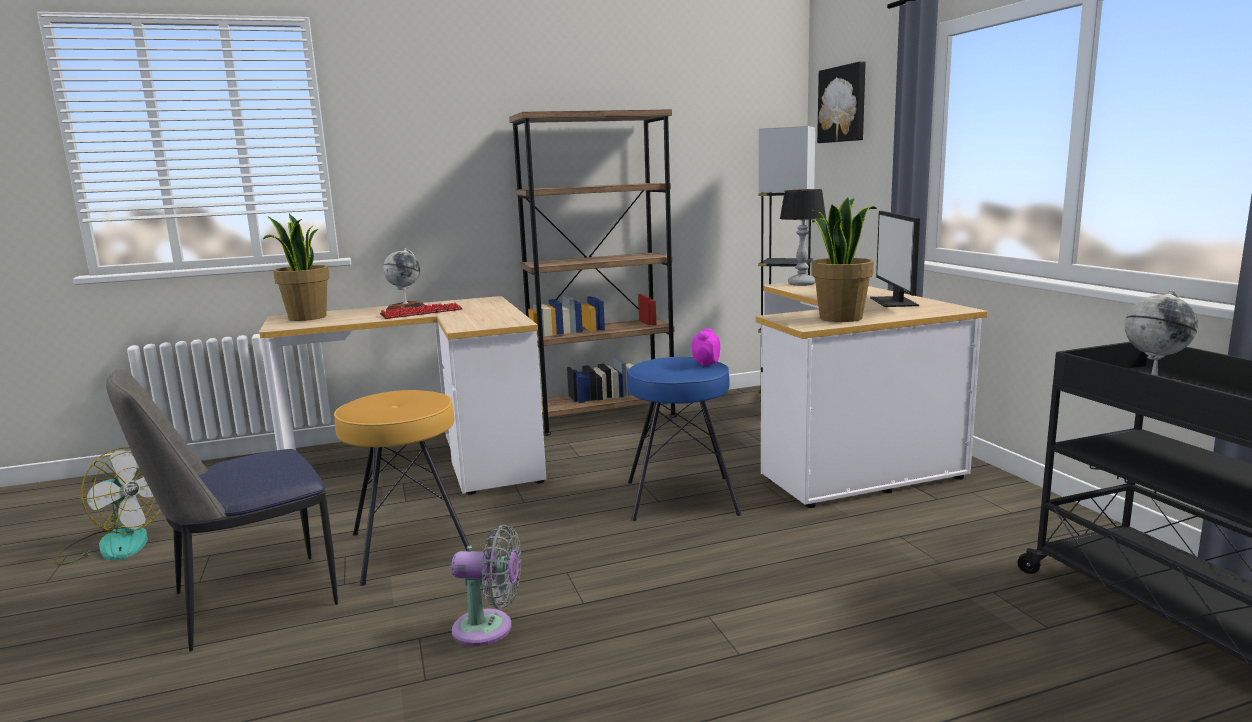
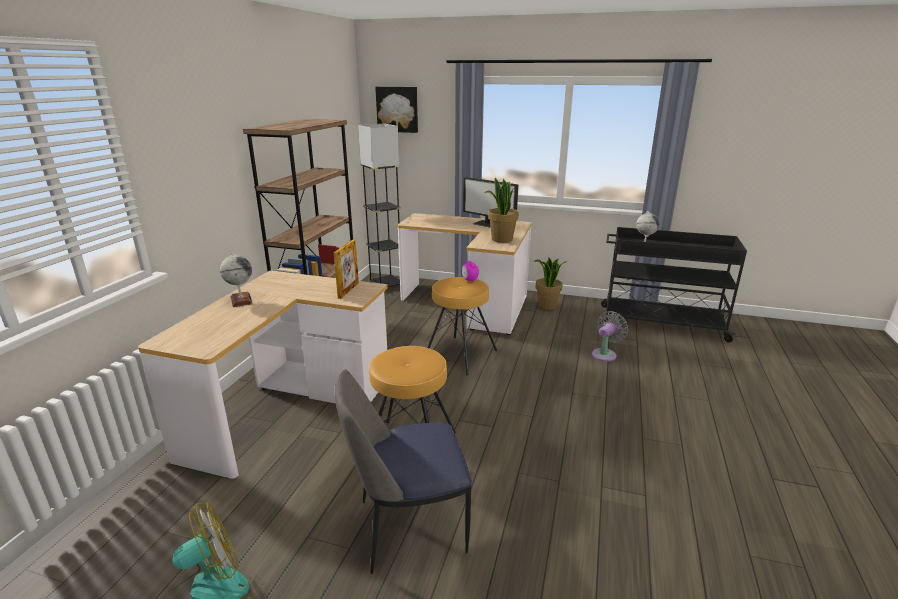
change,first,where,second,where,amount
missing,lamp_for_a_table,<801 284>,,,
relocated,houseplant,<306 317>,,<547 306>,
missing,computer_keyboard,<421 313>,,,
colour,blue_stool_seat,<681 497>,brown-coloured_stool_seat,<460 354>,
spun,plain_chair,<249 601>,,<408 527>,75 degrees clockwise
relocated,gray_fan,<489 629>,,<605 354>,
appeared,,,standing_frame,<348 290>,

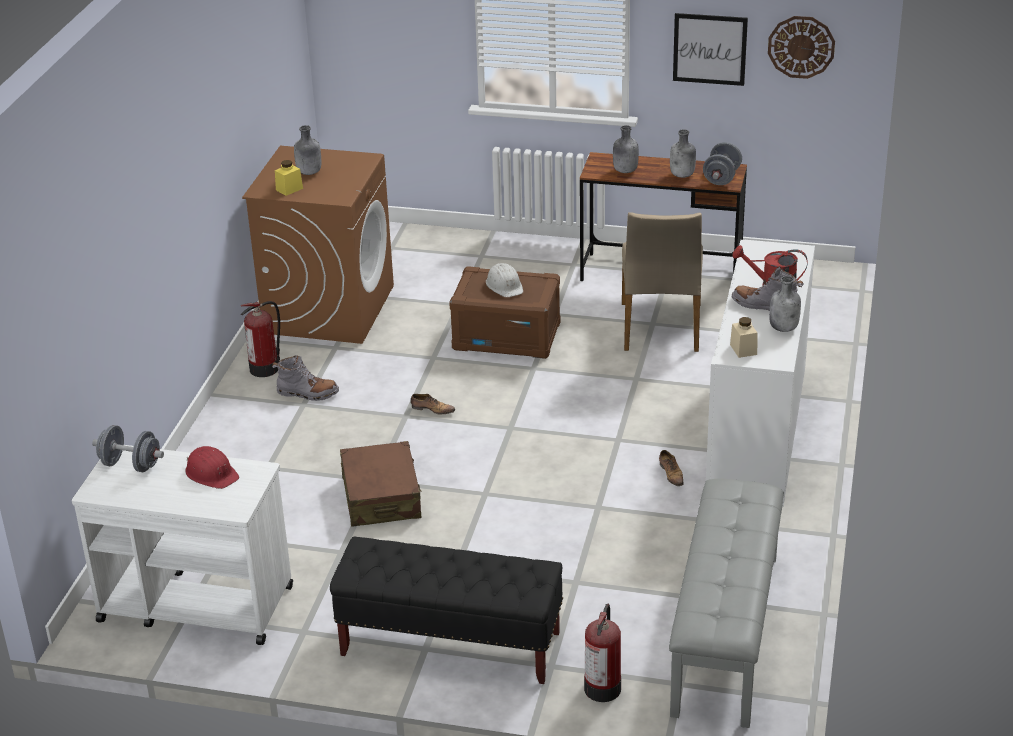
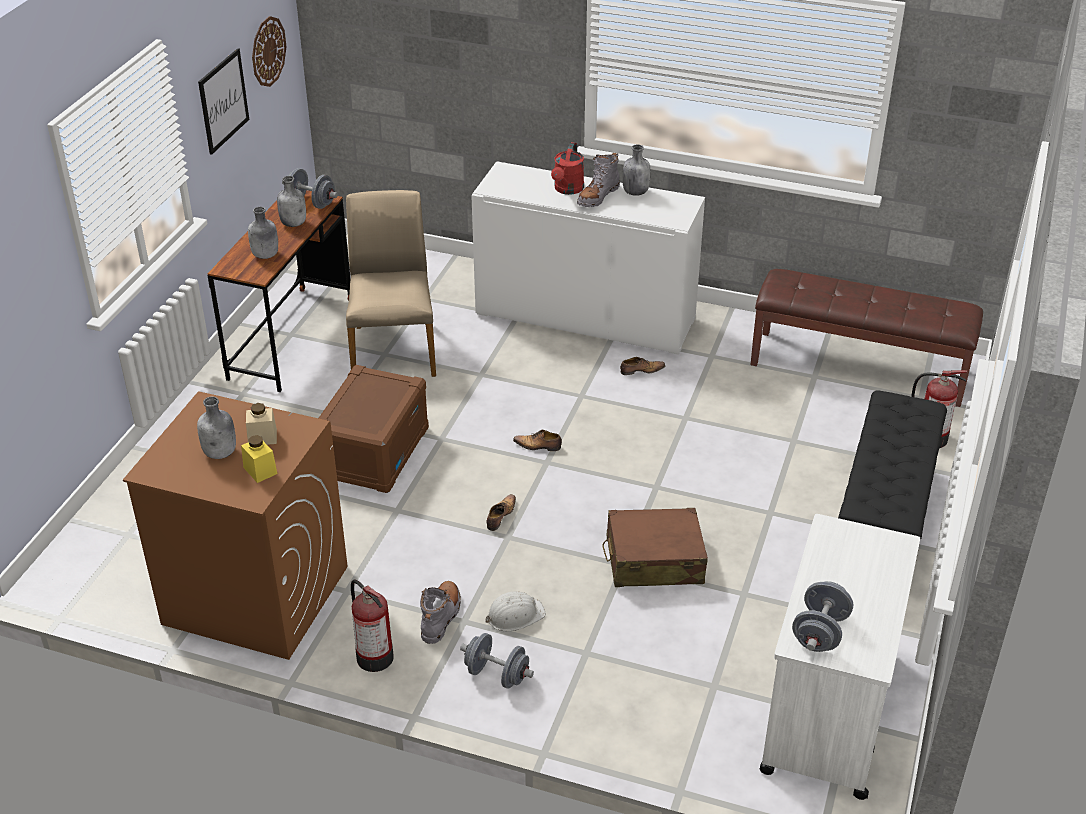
change,first,where,second,where,amount
spun,beige-coloured_plain_chair,<661 327>,,<393 349>,105 degrees counterclockwise
relocated,white-coloured_work_helmet,<504 285>,,<515 615>,
relocated,beige-coloured_preserve_jar,<743 349>,,<262 438>,
missing,reddish_work_helmet,<211 473>,,,
colour,gray_bench,<727 634>,brown-coloured_bench,<859 367>,
appeared,,,item_of_footwear,<538 446>,
appeared,,,gray_free_weight,<497 674>,

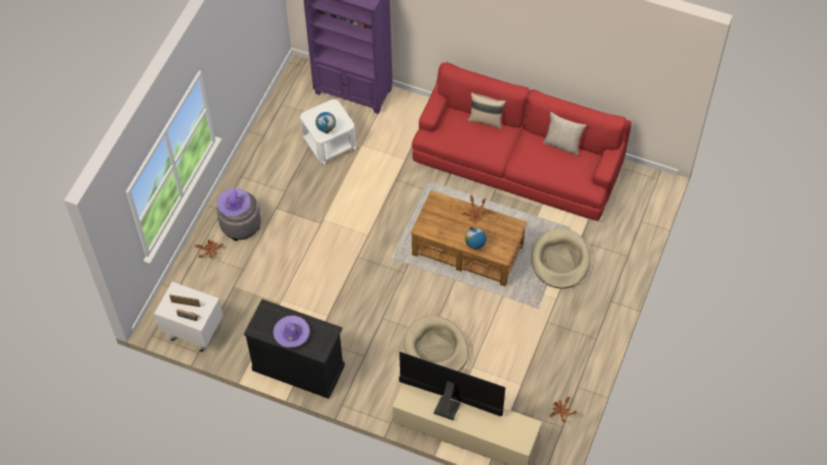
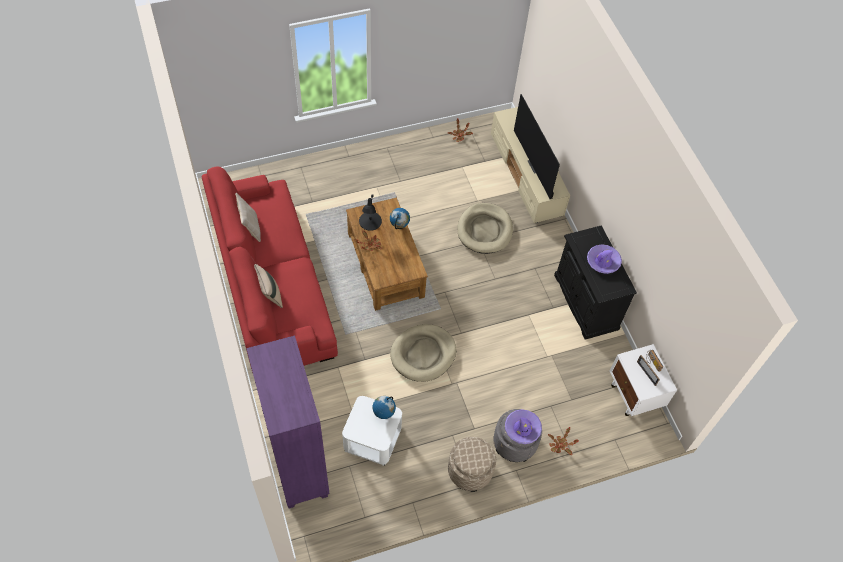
change,first,where,second,where,amount
relocated,beige-coloured_dog_bed,<560 260>,,<423 354>,
appeared,,,black-coloured_lamp_for_a_table,<370 221>,
appeared,,,beige-coloured_pouffe,<469 471>,

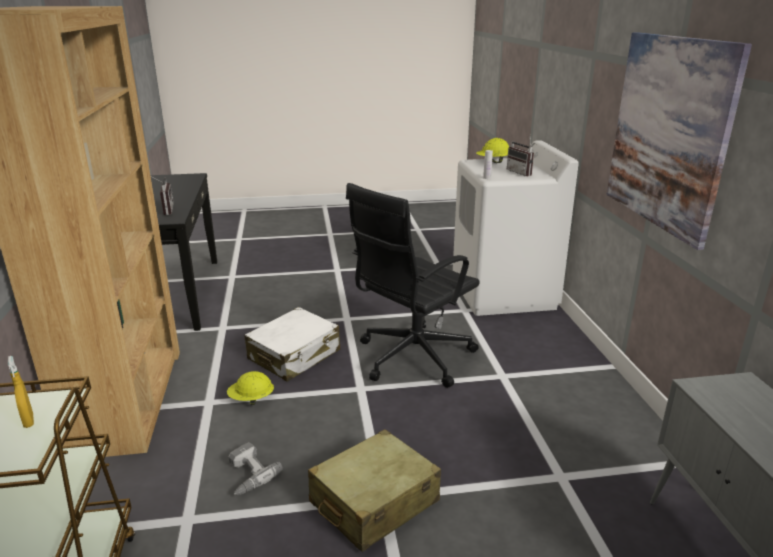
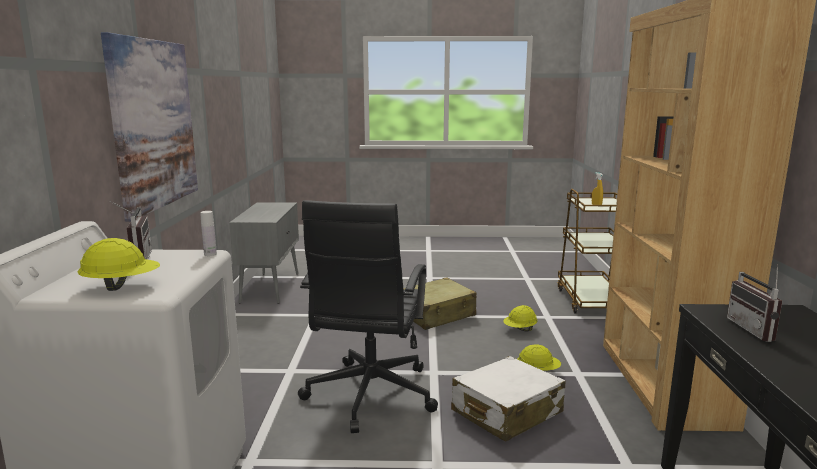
change,first,where,second,where,amount
spun,black-coloured_computer_chair,<412 357>,,<369 396>,135 degrees clockwise
exchanged,electric_drill,<247 475>,yellow_work_helmet,<520 330>,

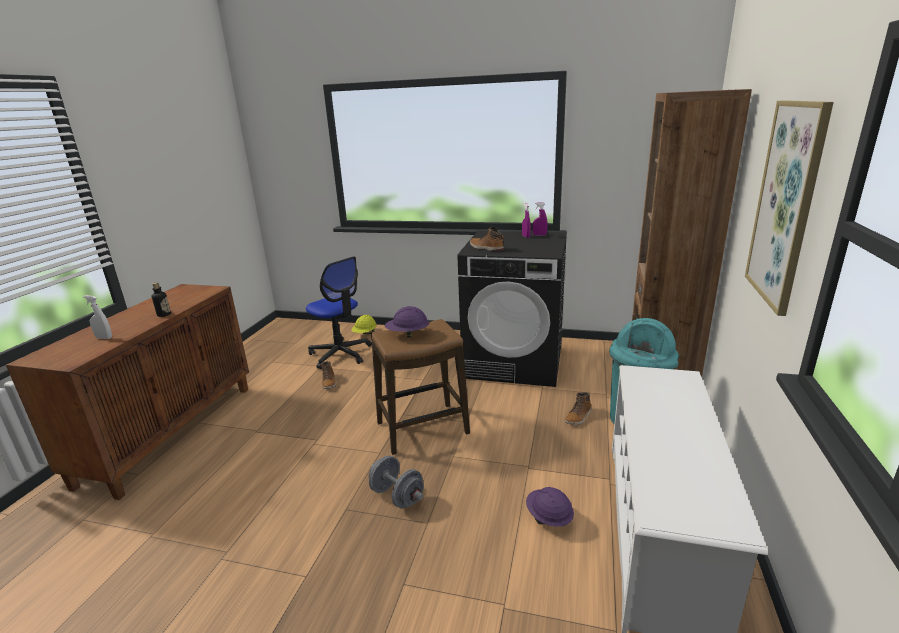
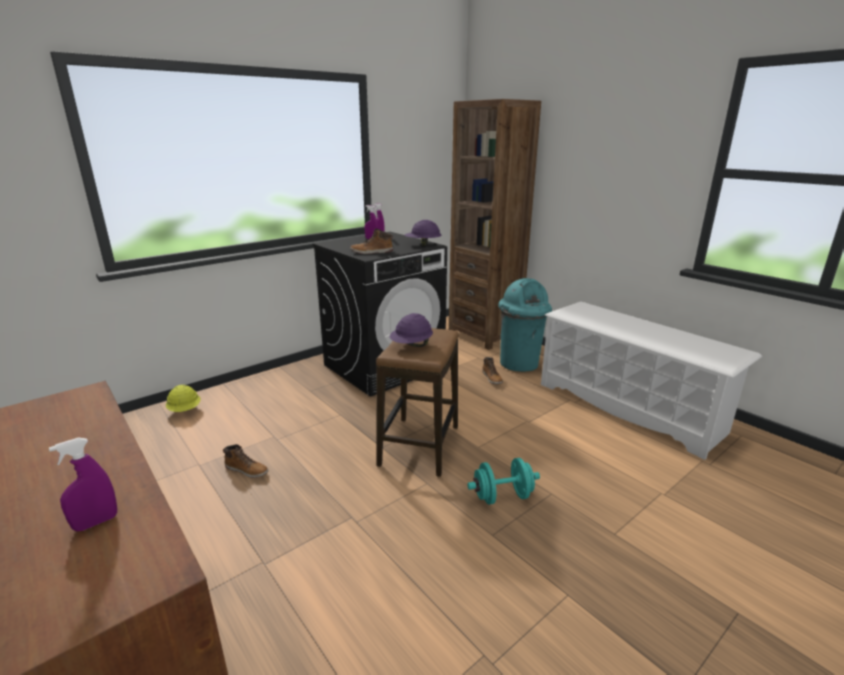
change,first,where,second,where,amount
missing,picture,<786 204>,,,
missing,computer_chair,<340 354>,,,
missing,bottle,<164 314>,,,
colour,white-coloured_sprayer,<104 338>,purple_sprayer,<96 522>,
colour,gray_free_weight,<397 496>,blue-green_free_weight,<502 496>,
relocated,purple_work_helmet,<548 518>,,<422 244>,

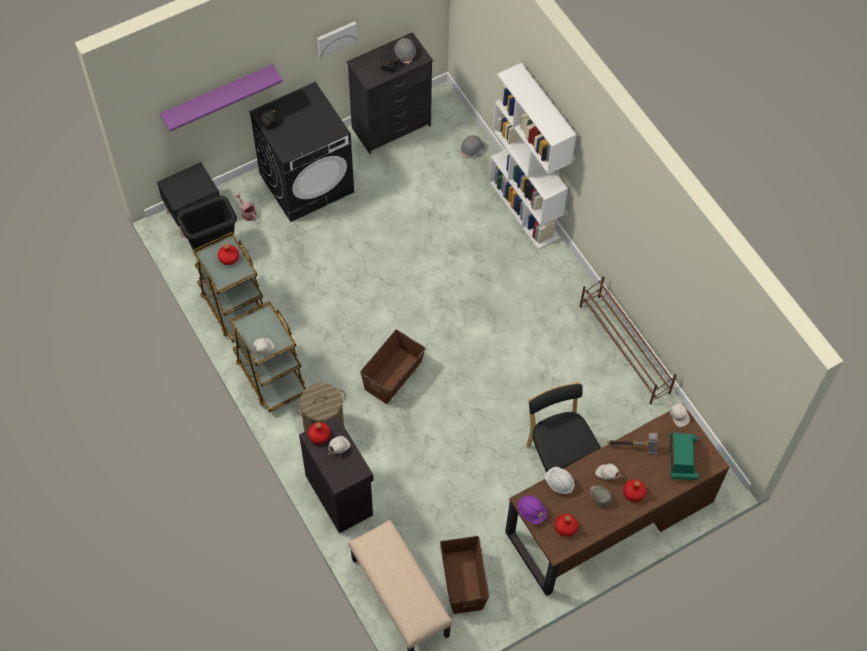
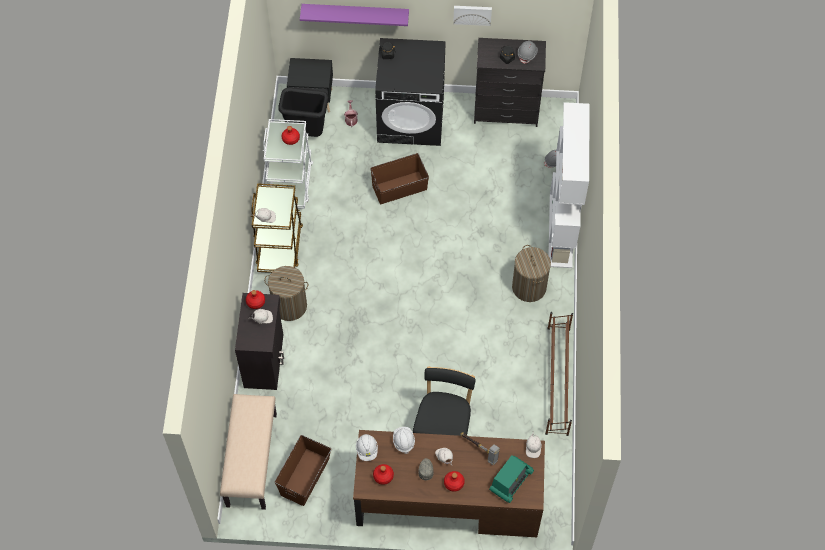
change,first,where,second,where,amount
colour,brown-coloured_trolley,<234 308>,white-coloured_trolley,<290 183>,
relocated,brown-coloured_storage_container,<392 375>,,<399 187>,
colour,purple_work_helmet,<531 512>,white-coloured_work_helmet,<367 449>,
appeared,,,laundry_basket,<529 287>,

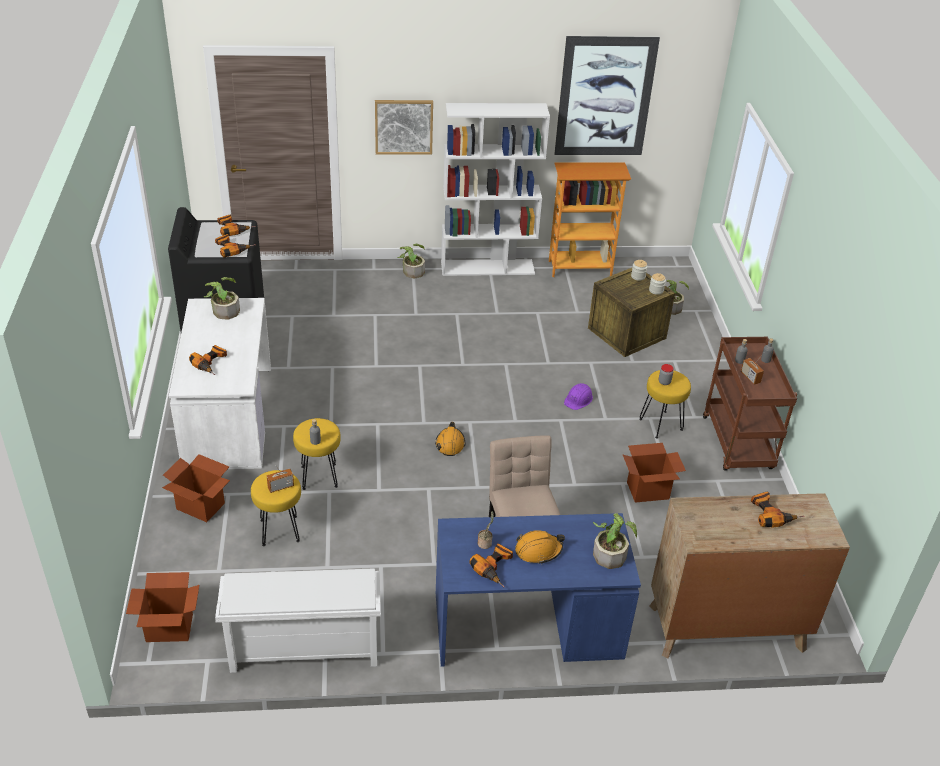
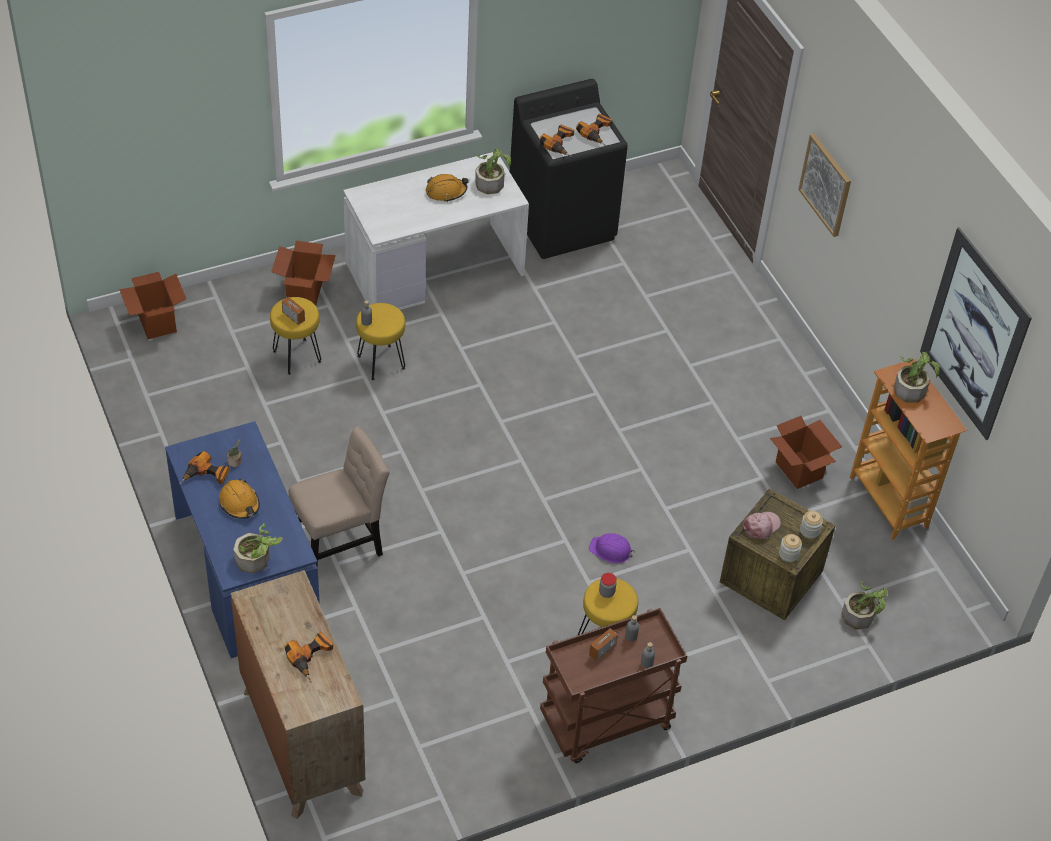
change,first,where,second,where,amount
missing,white-coloured_bookcase,<488 267>,,,
relocated,houseplant,<412 270>,,<912 388>,
missing,electric_drill,<212 363>,,,
relocated,orange-coloured_work_helmet,<450 444>,,<446 191>,
relocated,carton,<648 490>,,<799 470>,
missing,white-coloured_shoe_shelf,<303 650>,,,
appeared,,,pink-coloured_peaked_cap,<761 526>,

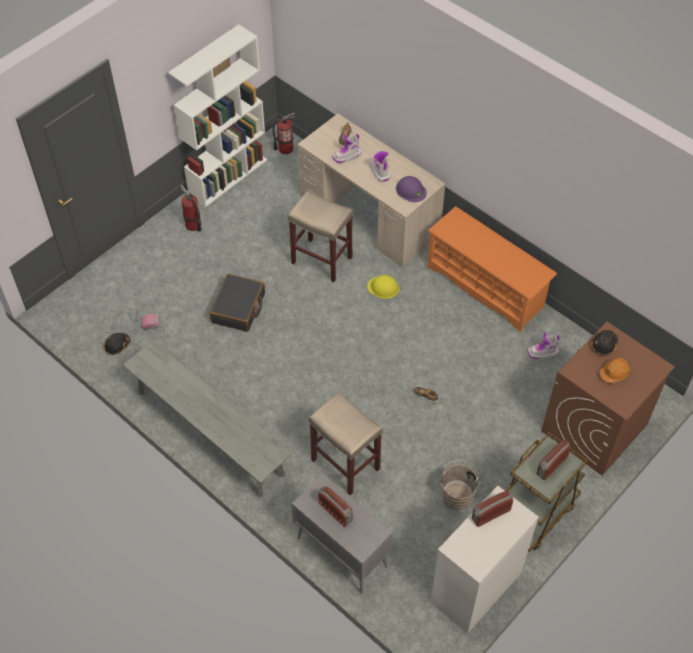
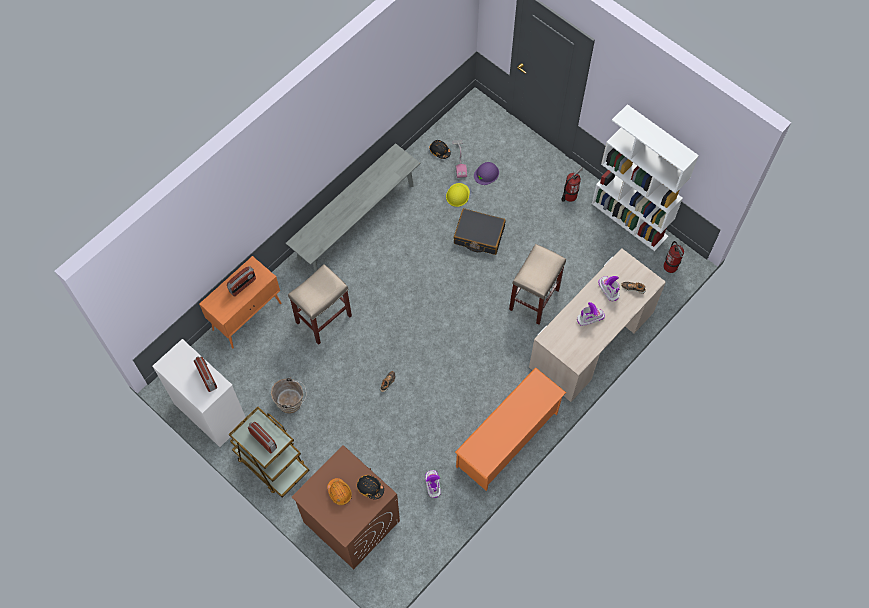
change,first,where,second,where,amount
relocated,purple_work_helmet,<411 190>,,<486 174>,
relocated,yellow_work_helmet,<383 287>,,<457 195>,
colour,gray_cupboard,<341 552>,orange-coloured_cupboard,<247 316>,

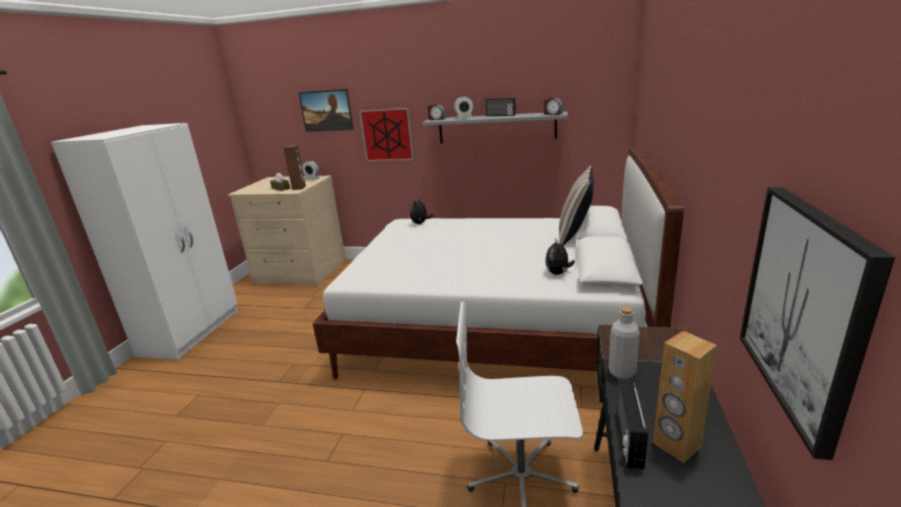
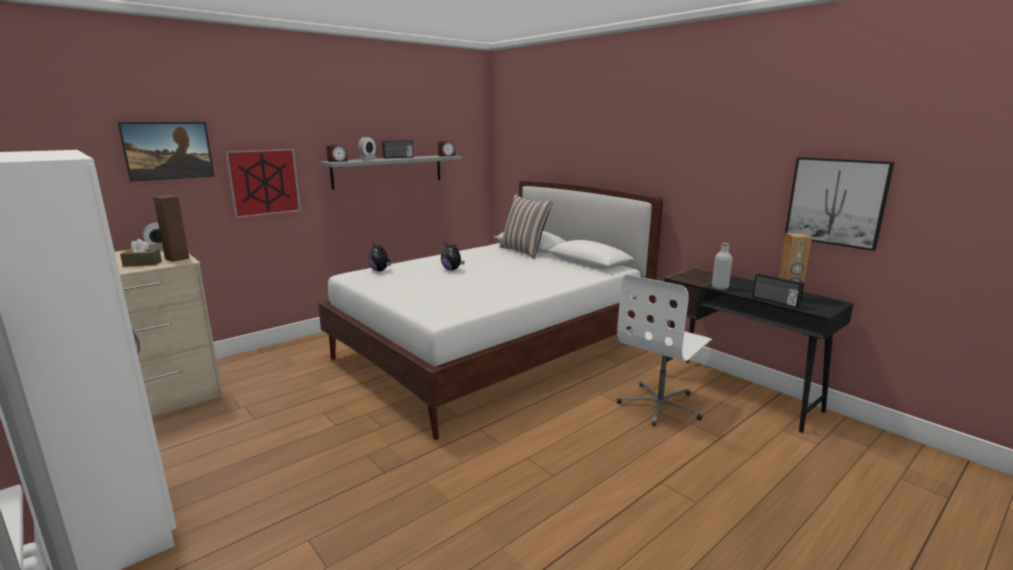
change,first,where,second,where,amount
relocated,cuddly_toy,<558 273>,,<452 269>,

